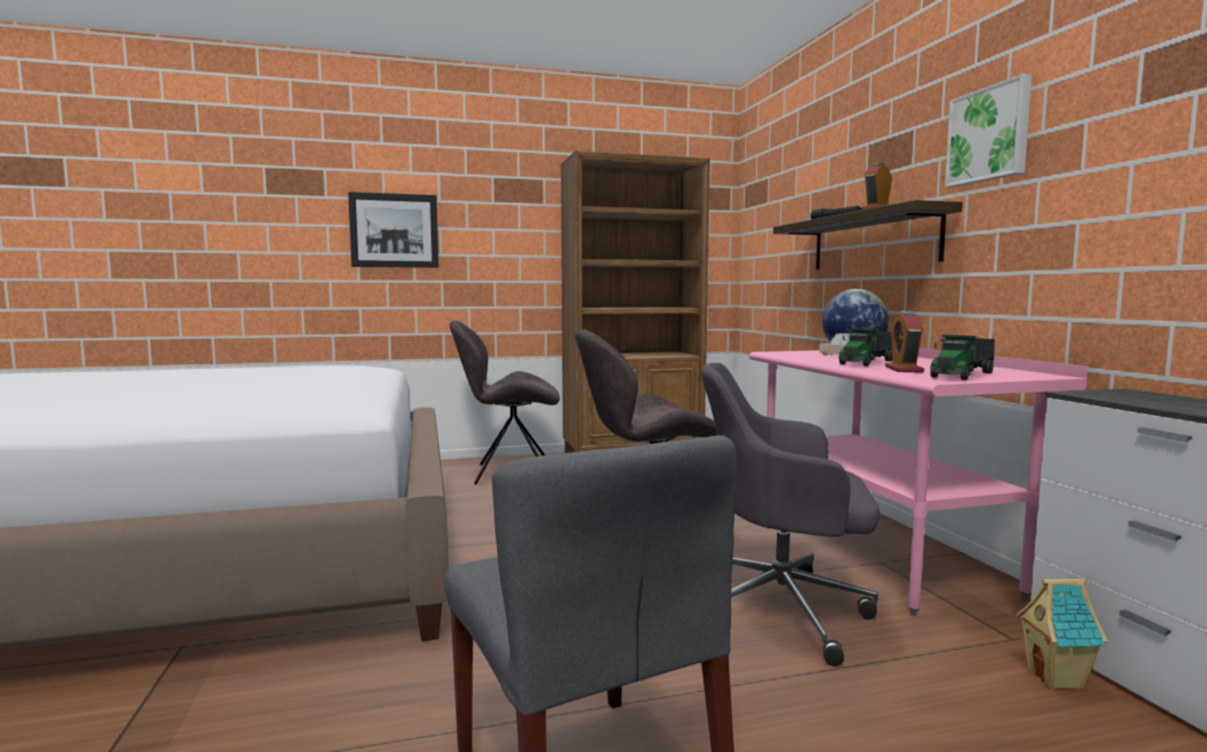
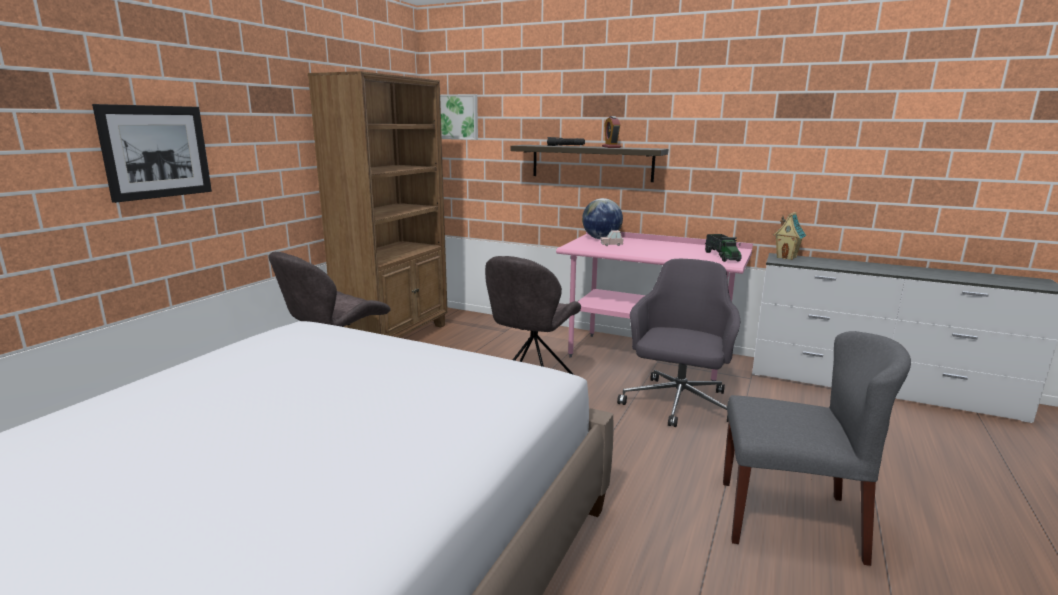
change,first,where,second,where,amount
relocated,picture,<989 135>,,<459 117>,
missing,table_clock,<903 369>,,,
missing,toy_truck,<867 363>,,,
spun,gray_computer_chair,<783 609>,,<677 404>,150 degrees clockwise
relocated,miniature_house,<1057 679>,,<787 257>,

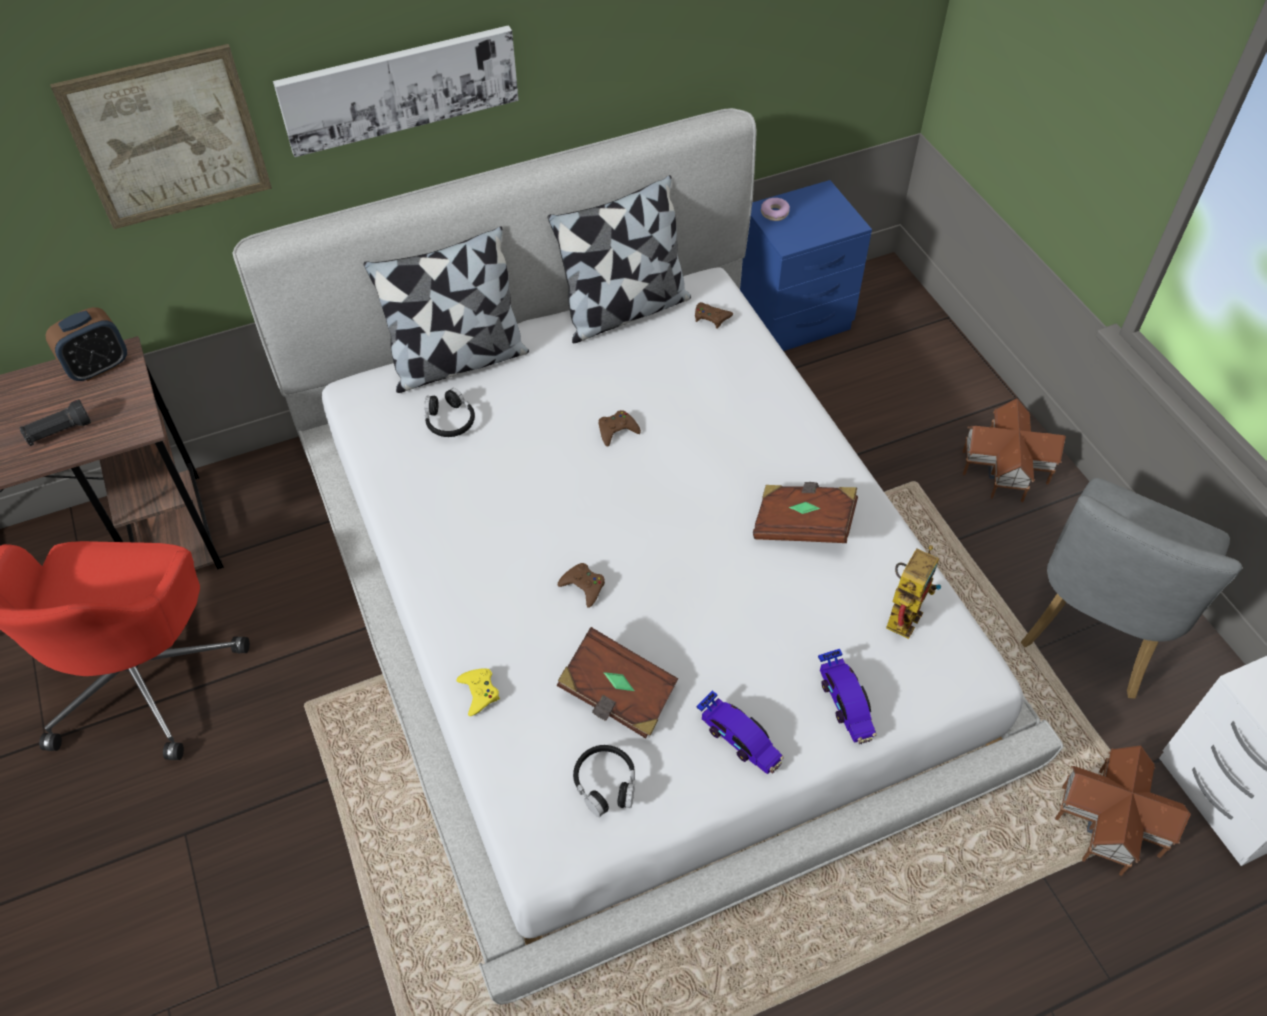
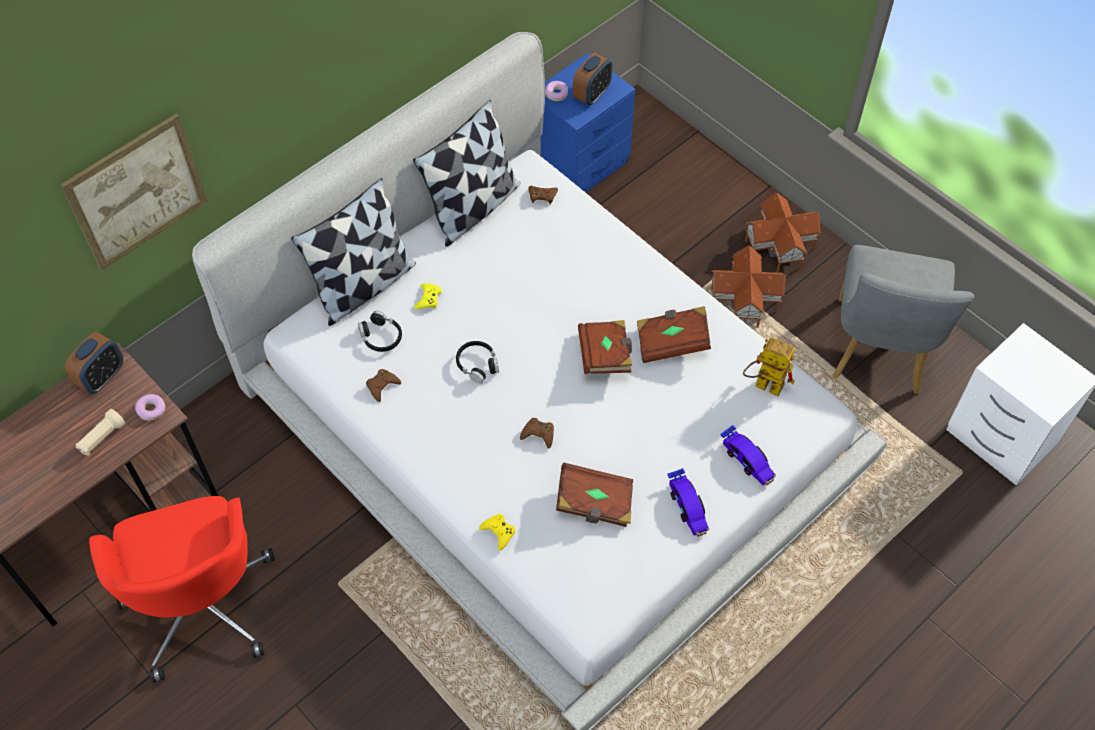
change,first,where,second,where,amount
missing,picture,<399 88>,,,
colour,black-coloured_torch,<59 432>,beige-coloured_torch,<102 438>,
relocated,brown-coloured_joypad,<617 430>,,<382 386>,
spun,robot_figure,<903 612>,,<762 385>,75 degrees counterclockwise
spun,miniature_car,<739 739>,,<687 507>,45 degrees clockwise
relocated,black-coloured_headphones,<605 784>,,<477 364>,
relocated,miniature_house,<1111 823>,,<745 300>,
appeared,,,table_clock,<592 94>,
appeared,,,yellow_joypad,<428 299>,
appeared,,,brown-coloured_book,<605 355>,
appeared,,,doughnut,<151 410>,

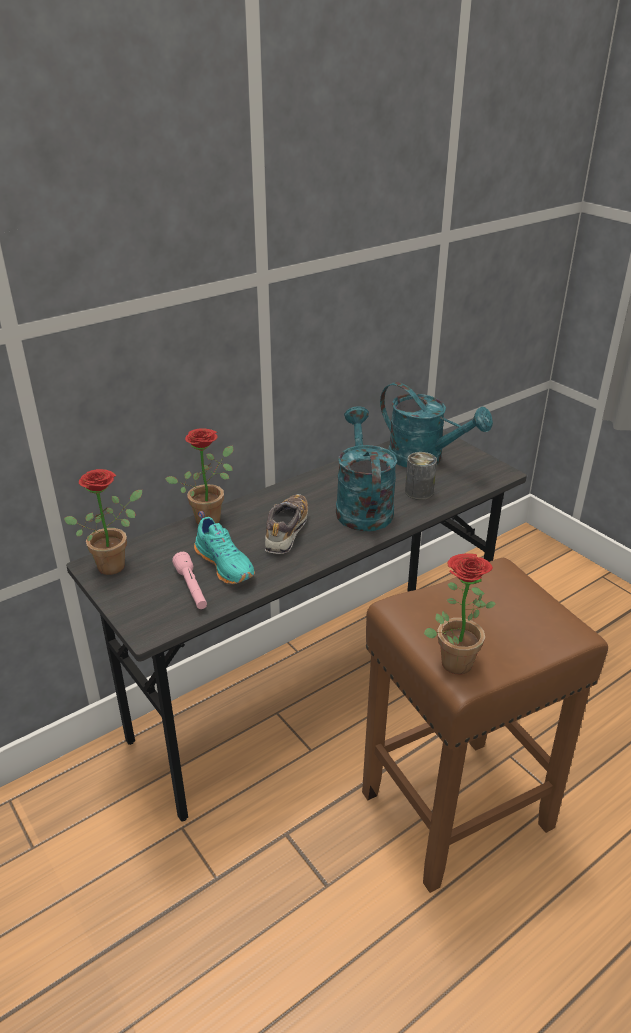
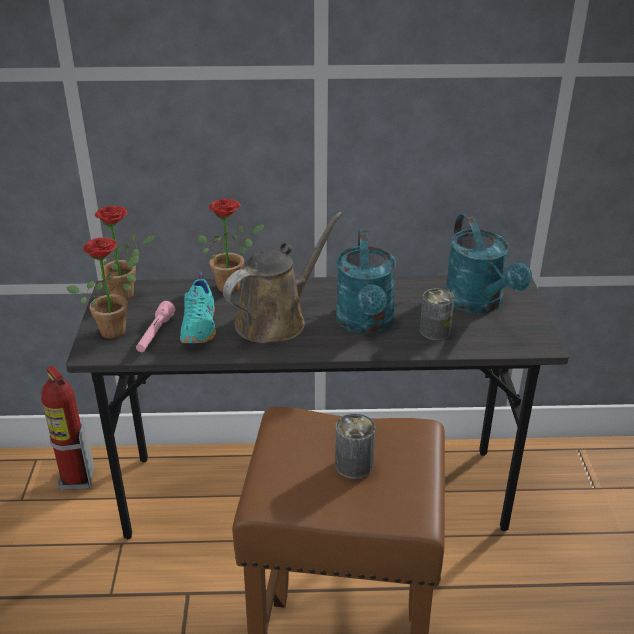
change,first,where,second,where,amount
spun,blue-green_sprinkling_can,<362 506>,,<366 324>,150 degrees clockwise
exchanged,item_of_footwear,<286 532>,brown-coloured_sprinkling_can,<276 320>,
relocated,houseplant,<454 658>,,<116 328>,
appeared,,,extinguisher,<76 479>,
appeared,,,sealed_can,<354 464>,

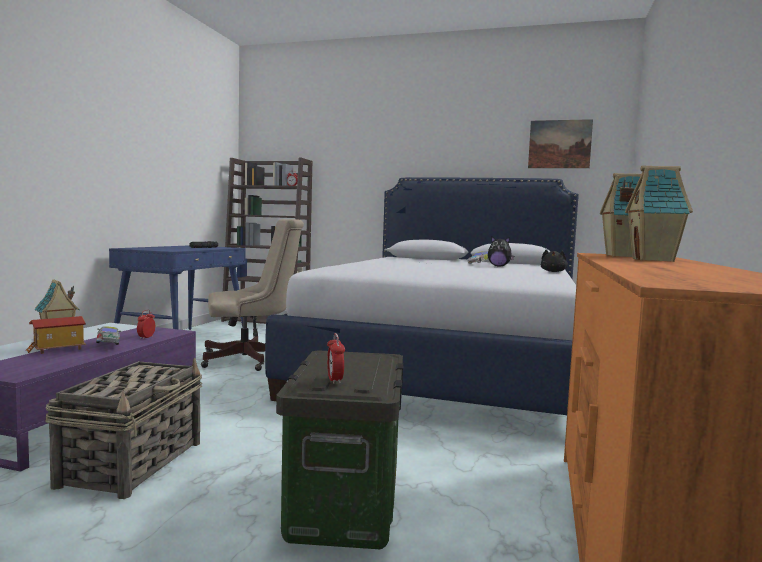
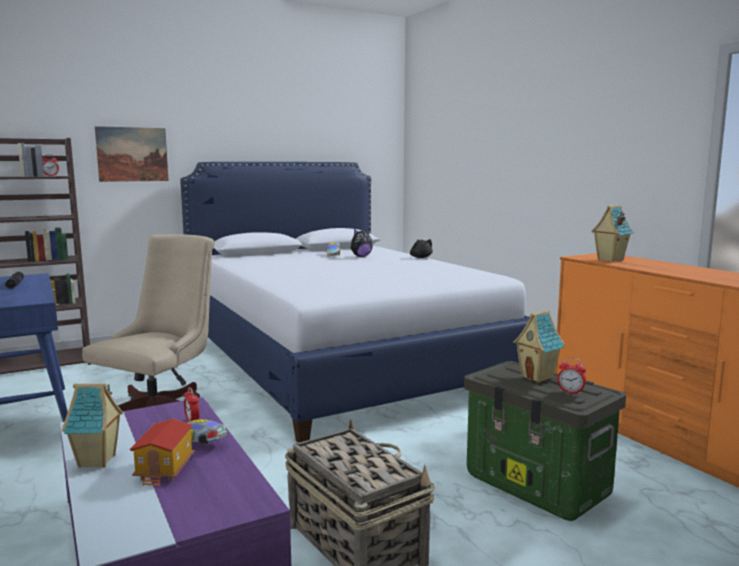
change,first,where,second,where,amount
relocated,picture,<559 144>,,<132 154>,
relocated,miniature_house,<654 260>,,<537 377>,

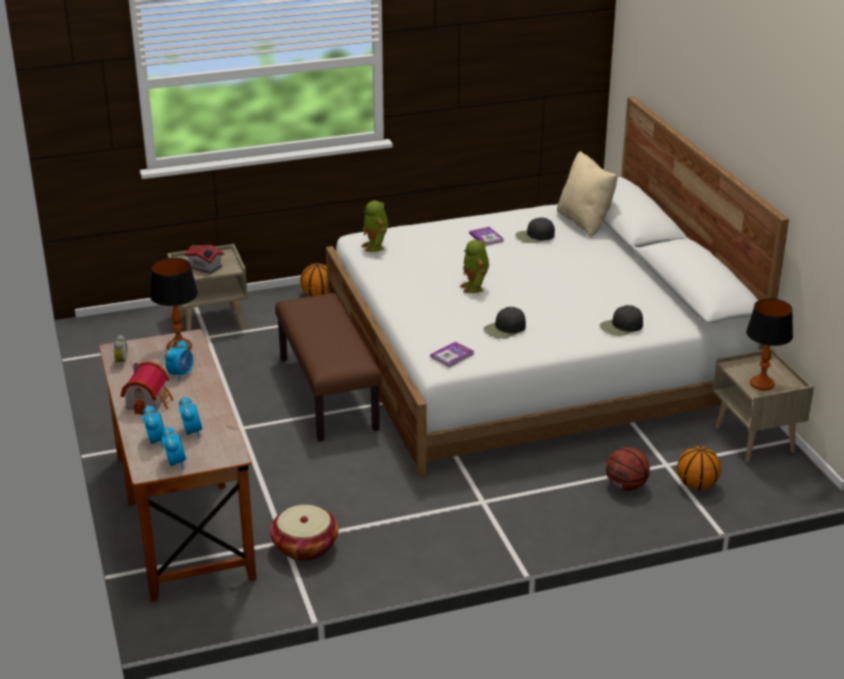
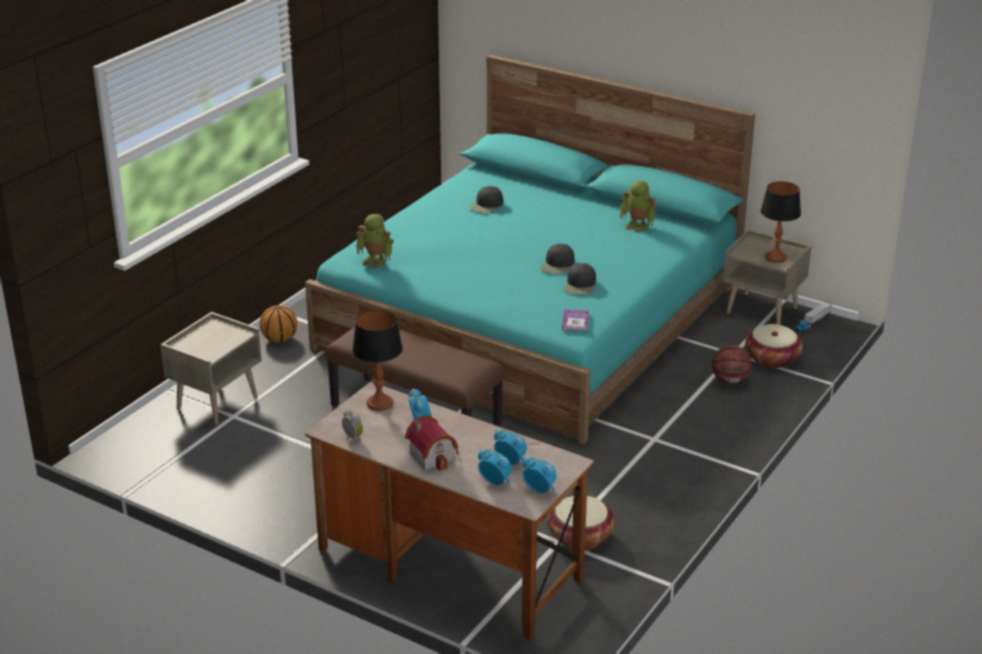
change,first,where,second,where,amount
colour,white-coloured_bedroom_bed,<533 358>,blue-green_bedroom_bed,<532 318>,
missing,beige-coloured_cushion,<585 222>,,,
missing,book,<486 237>,,,
relocated,robot_figure,<475 287>,,<637 226>,
missing,miniature_house,<205 267>,,,
relocated,black-coloured_peaked_cap,<621 326>,,<558 265>,
exchanged,basketball,<697 485>,household_basket,<772 358>,
appeared,,,toy_truck,<812 323>,

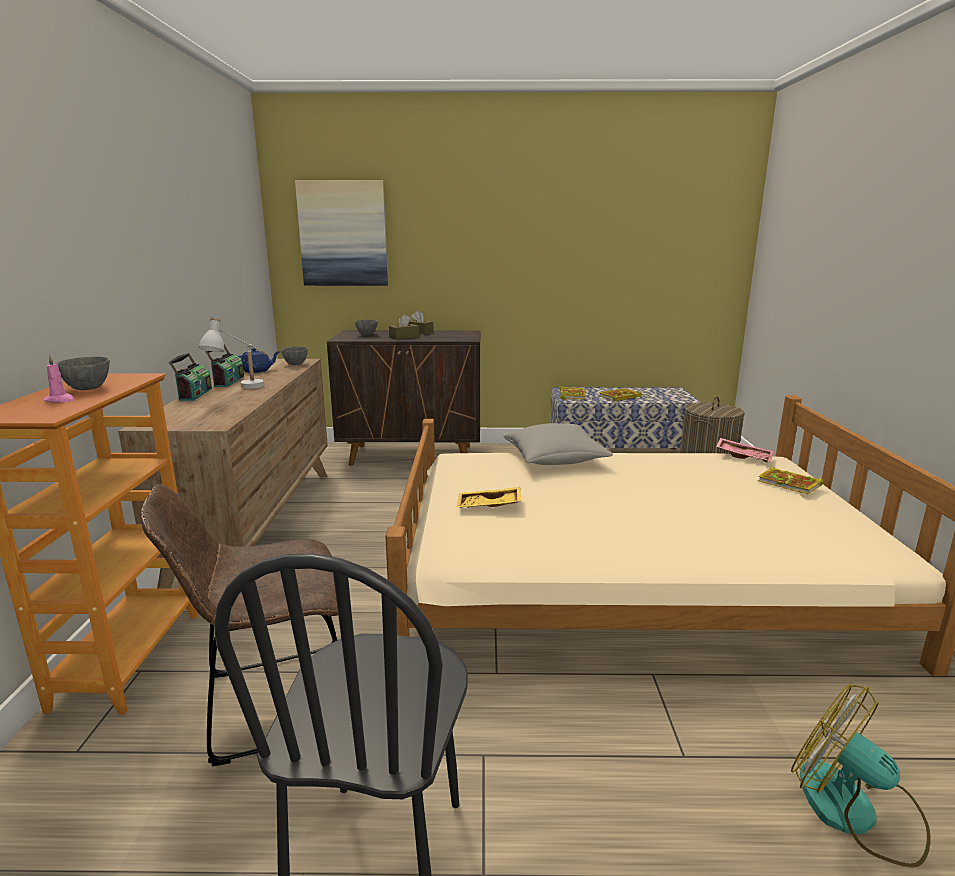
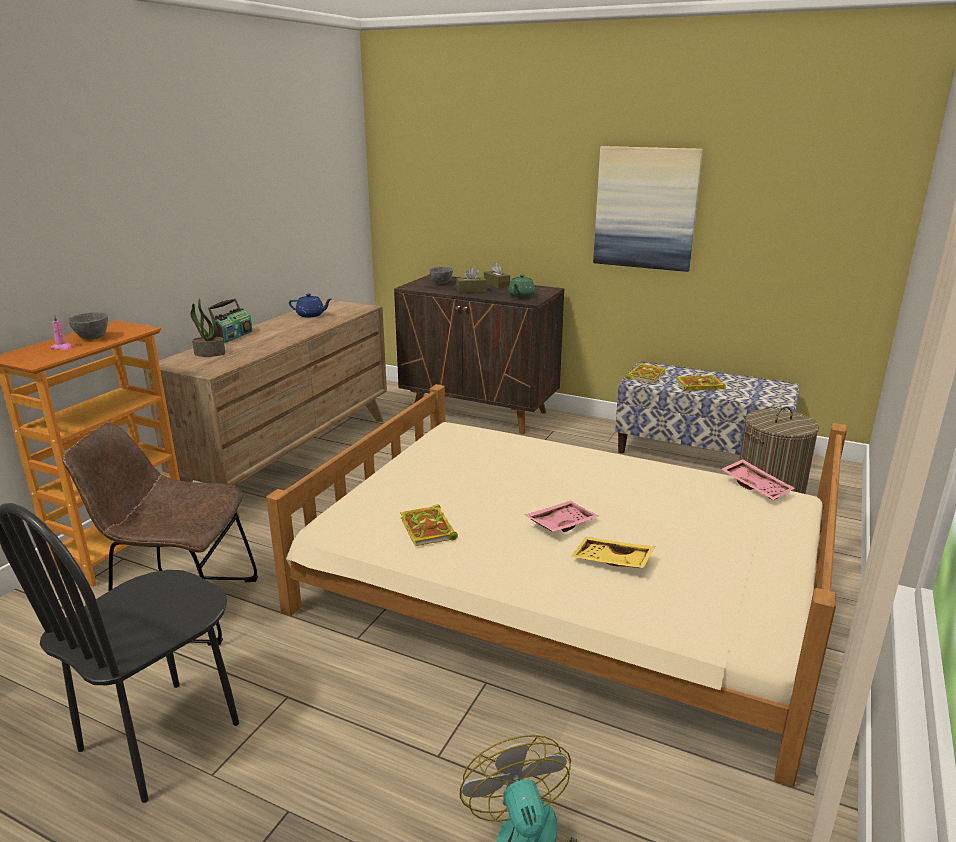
change,first,where,second,where,amount
relocated,picture,<343 234>,,<646 208>,
missing,white-coloured_lamp_for_a_table,<243 390>,,,
missing,radio,<228 381>,,,
missing,gray_deep_dish,<296 364>,,,
missing,gray_cushion,<554 459>,,,
relocated,book,<790 484>,,<429 529>,
relocated,yellow_serving_tray,<489 506>,,<611 562>,
appeared,,,green-coloured_tea_pot,<521 296>,
appeared,,,houseplant,<209 354>,
appeared,,,pink-coloured_serving_tray,<560 524>,

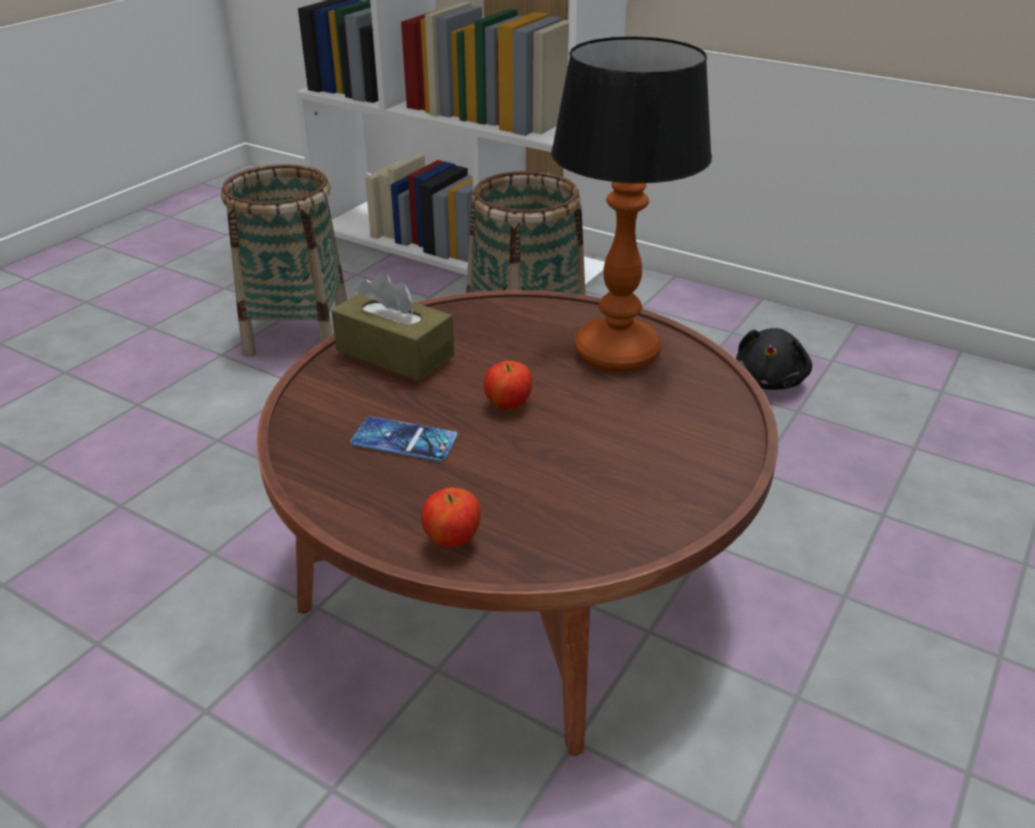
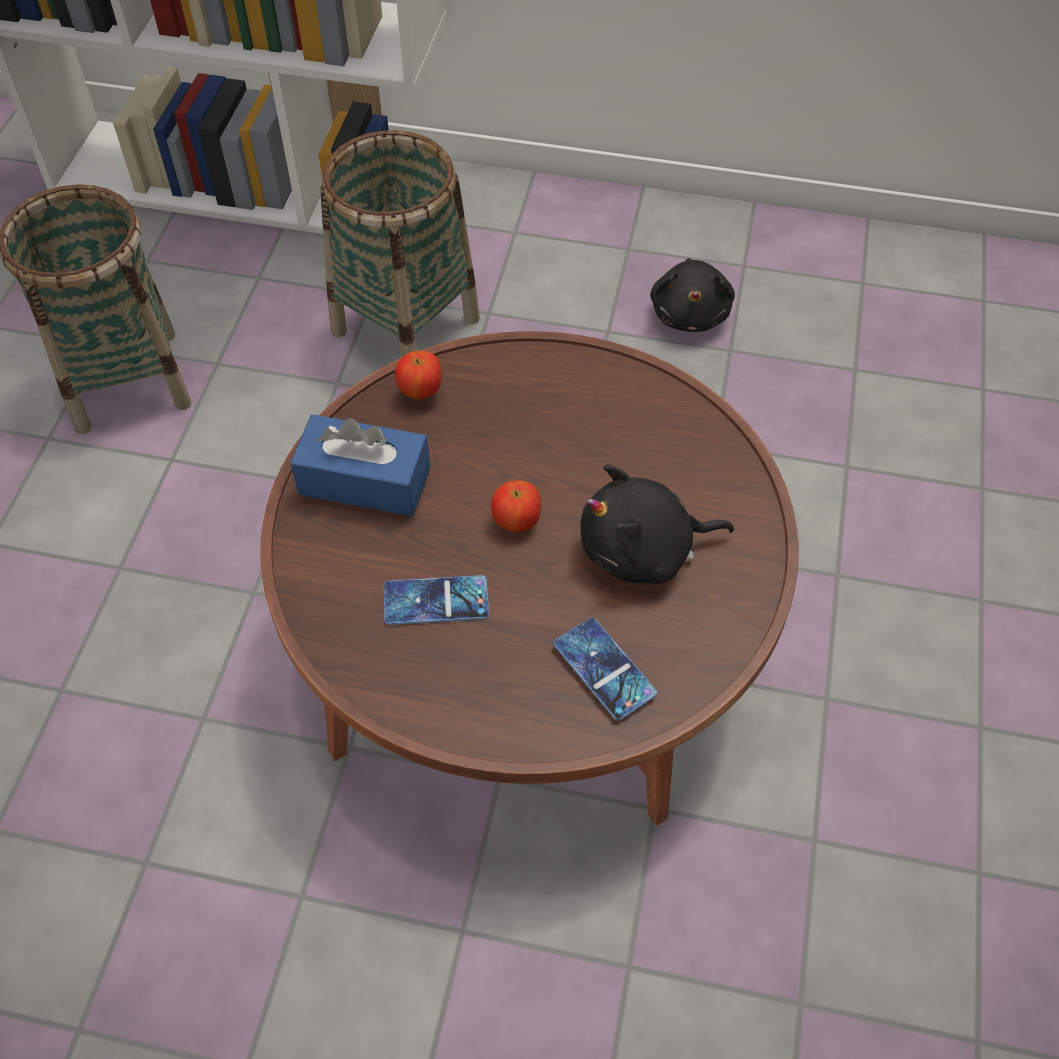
change,first,where,second,where,amount
missing,lamp_for_a_table,<617 352>,,,
colour,brown-coloured_tissue_holder,<395 353>,blue_tissue_holder,<364 481>,
relocated,apple_fruit,<452 539>,,<420 391>,
appeared,,,black-coloured_cuddly_toy,<643 551>,
appeared,,,phone,<604 669>,

